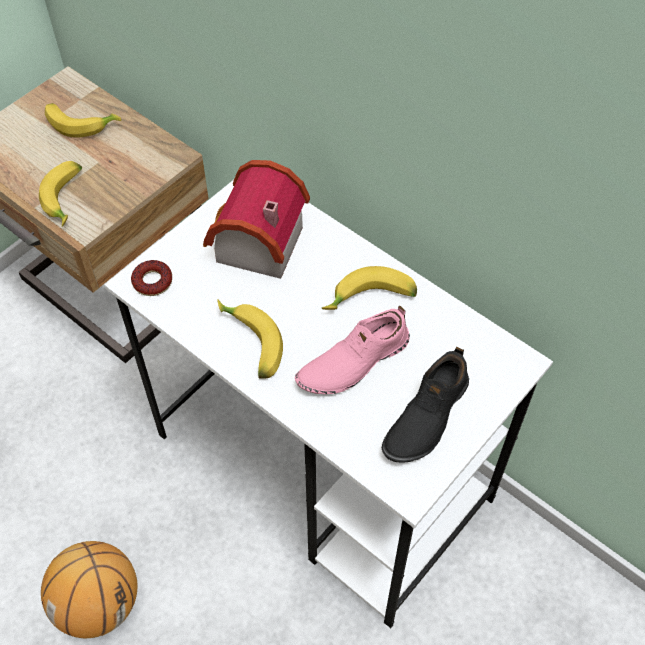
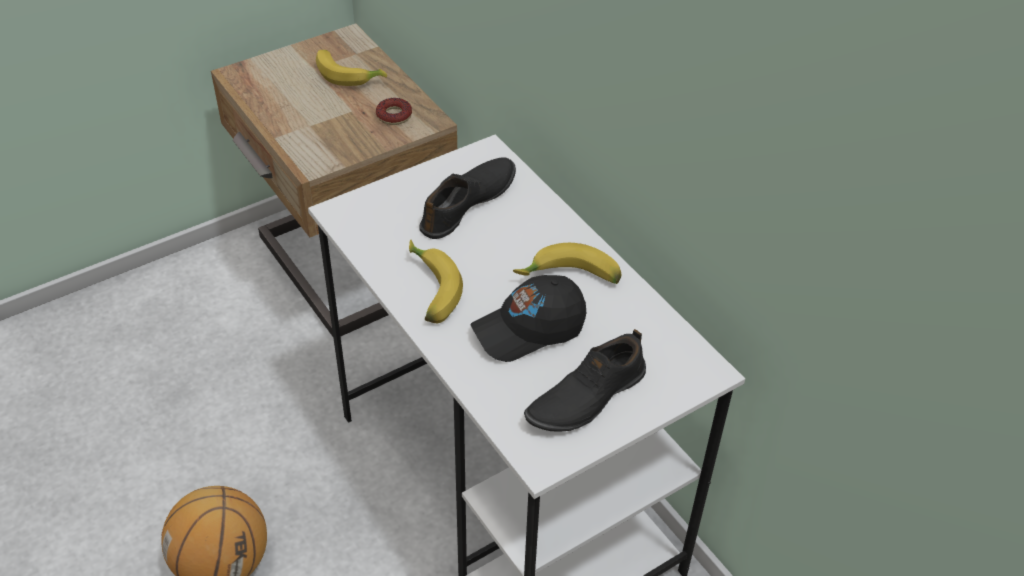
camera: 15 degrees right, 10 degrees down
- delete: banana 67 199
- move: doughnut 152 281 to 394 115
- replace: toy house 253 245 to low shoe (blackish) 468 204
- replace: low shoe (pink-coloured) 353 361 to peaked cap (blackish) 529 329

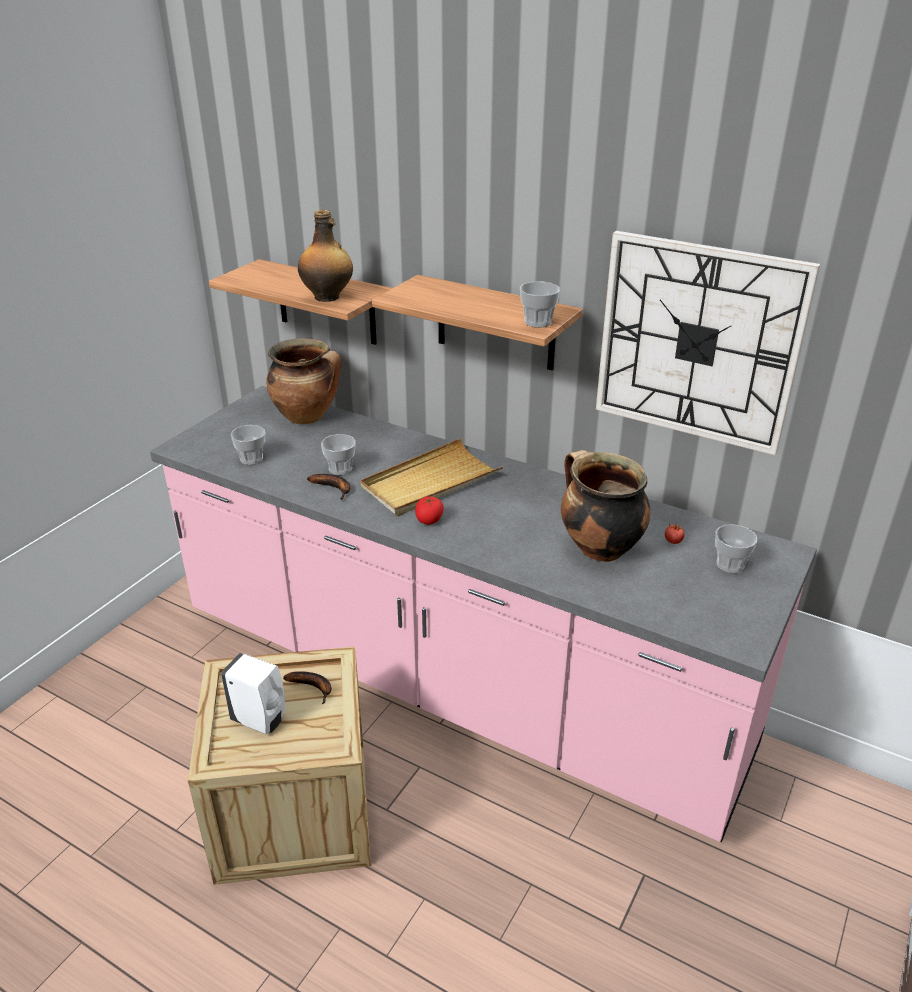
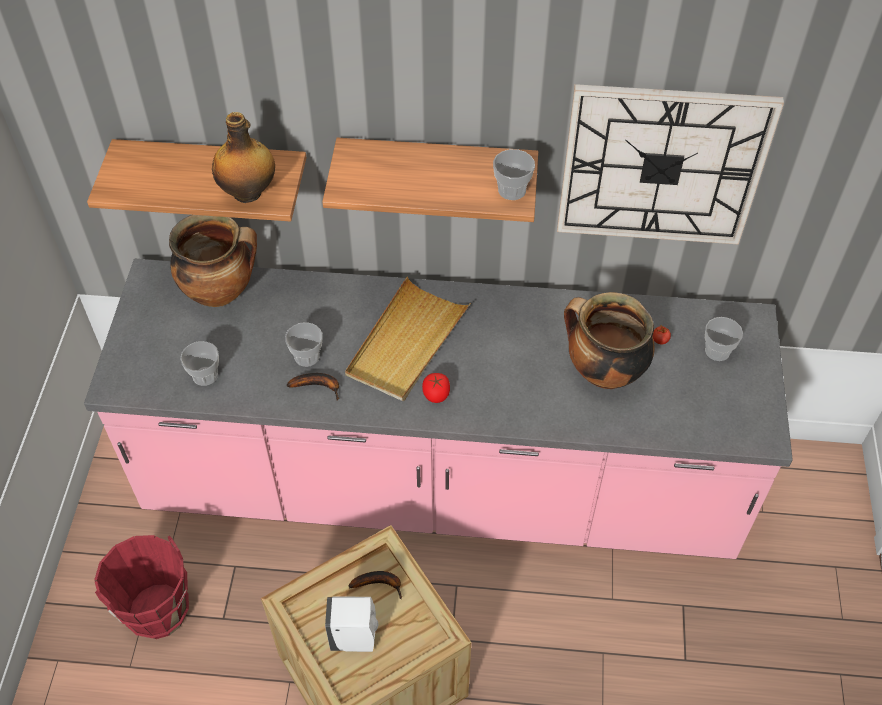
camera: 25 degrees left, 20 degrees up
- insert: water bucket (red-coloured) 158 611

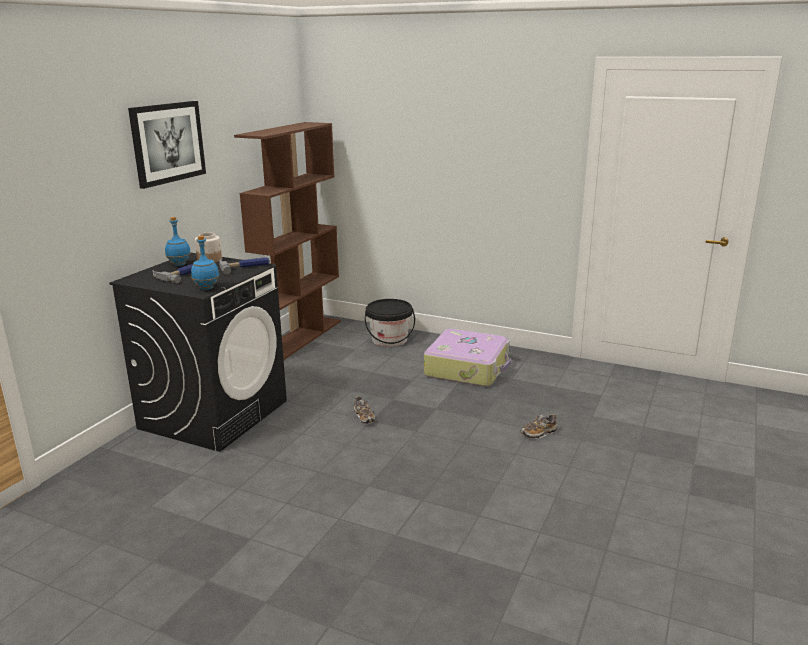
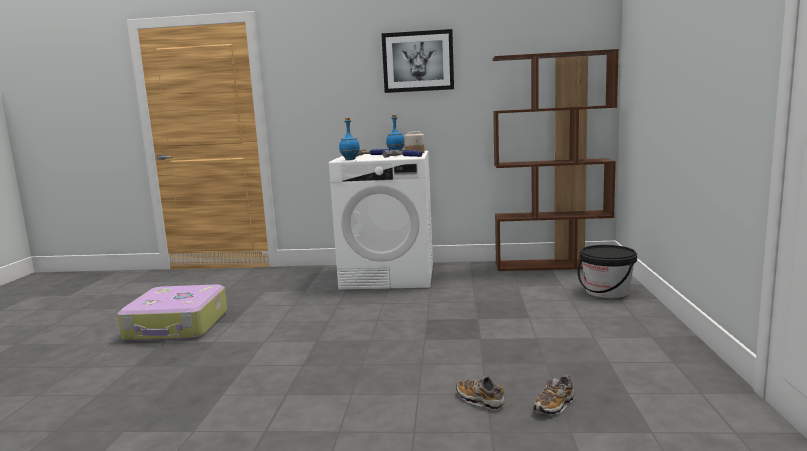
camera: 70 degrees right, 10 degrees down
- move: low shoe 364 417 to 554 406
- move: travel case 467 368 to 177 326
- recolor: laundry machine (blackish) 214 414 to laundry machine (white-coloured) 389 276

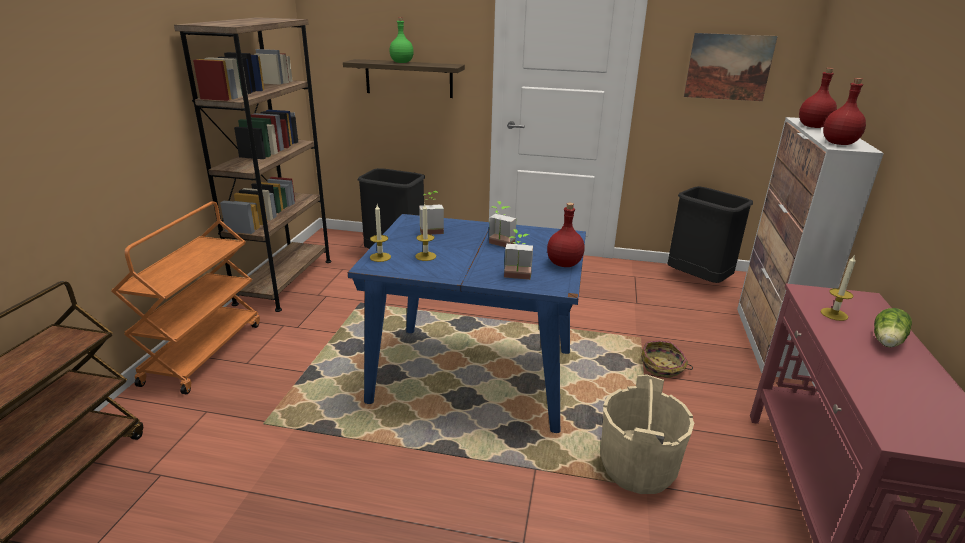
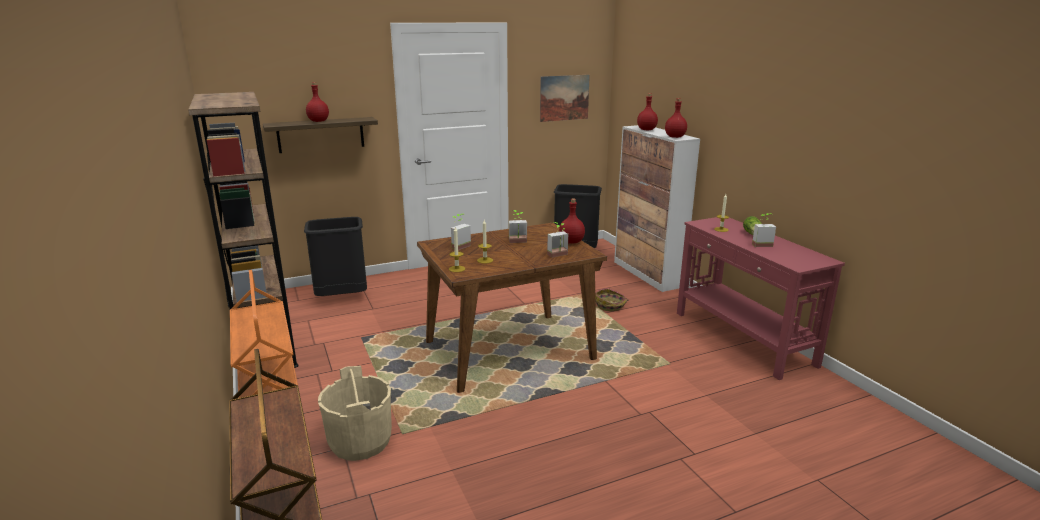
camera: 35 degrees left, 5 degrees down
- insert: plant in a pot 760 244
- move: water bucket (sand-coloured) 638 467 to 360 441
- recolor: dinner table (bluish) 475 376 to dinner table (brown) 510 350
- recolor: beverage bottle (green) 402 62 to beverage bottle (red-coloured) 319 121

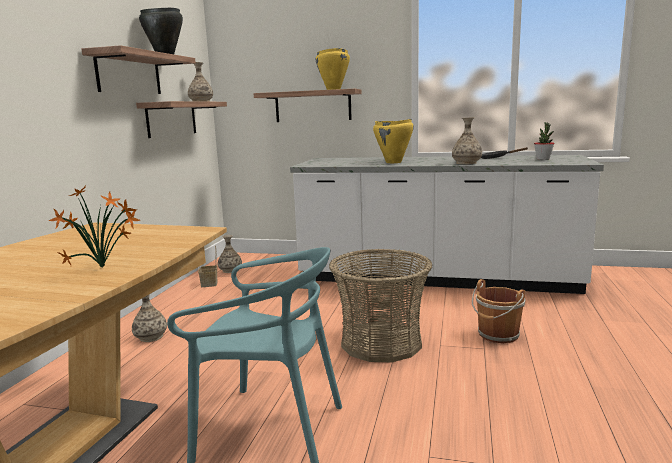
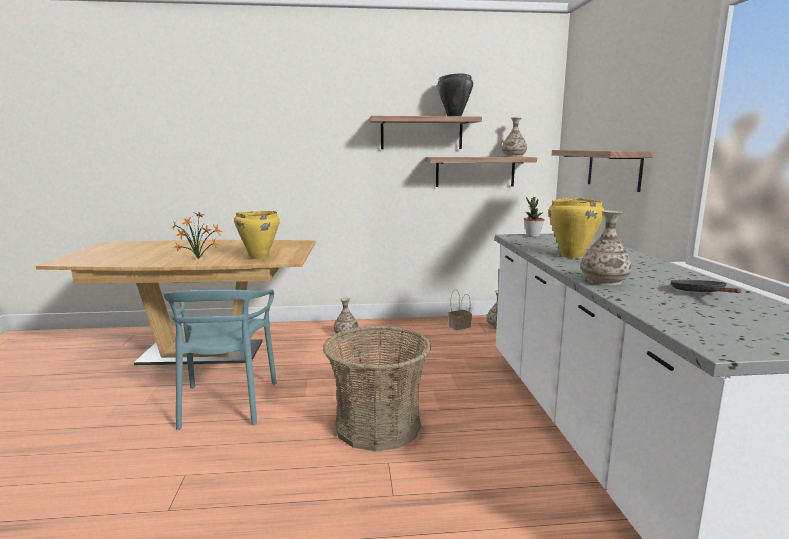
camera: 70 degrees right, 0 degrees up
- delete: water bucket (brown) 497 335
- move: saucepot (yellow) 333 89 to 258 257
- move: plant in a pot 543 159 to 532 236

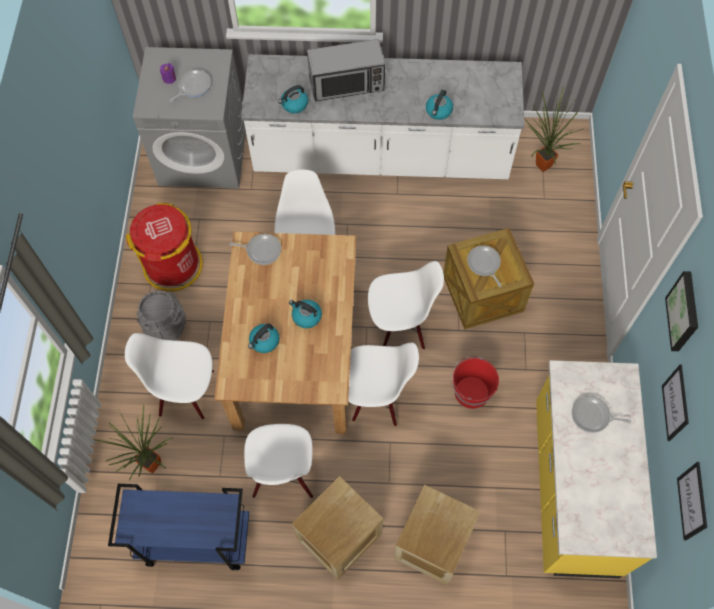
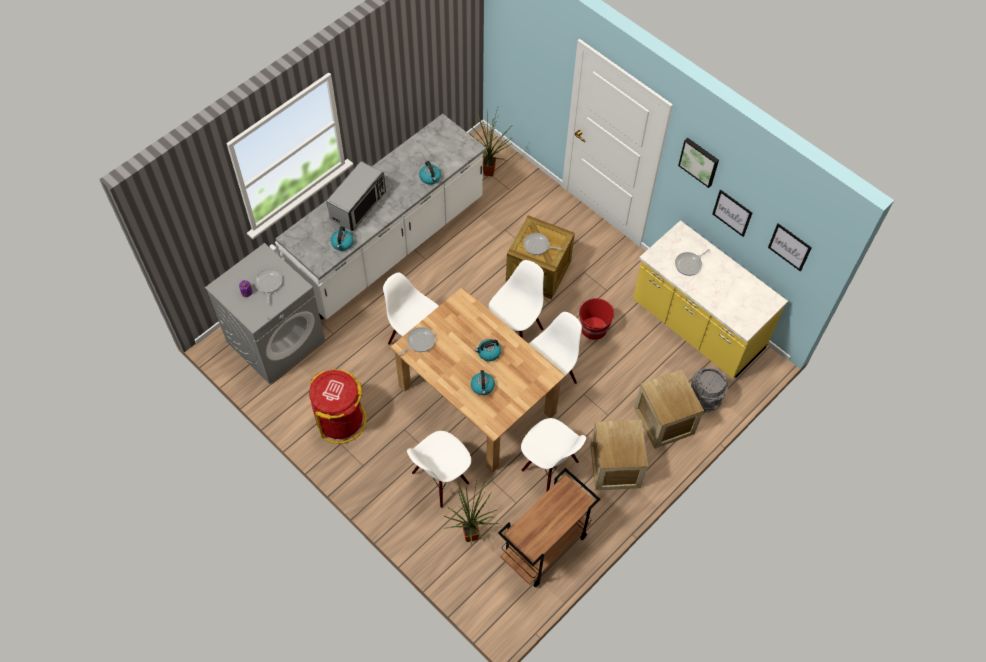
camera: 50 degrees left, 5 degrees down
- move: water bucket (greyish) 166 327 to 704 399
- recolor: cart (bluish) 194 540 to cart (brown) 544 548

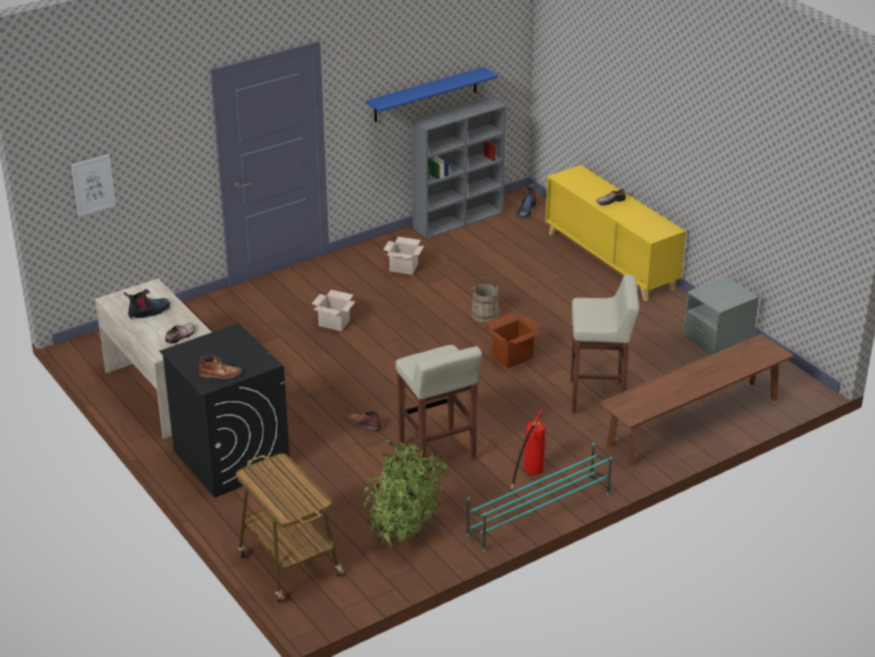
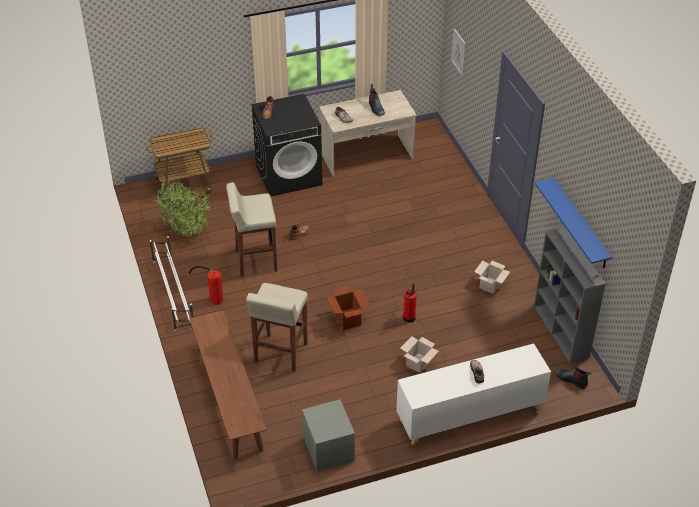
camera: 105 degrees right, 10 degrees up
- move: cardboard box 335 323 to 418 363
- replace: water bucket (sand-coloured) 485 315 to extinguisher 409 317
- recolor: shoe shelf (turquoise-coloured) 538 514 to shoe shelf (white-coloured) 173 292
- recolor: storage cabinet (yellow) 610 261 to storage cabinet (white-coloured) 469 414

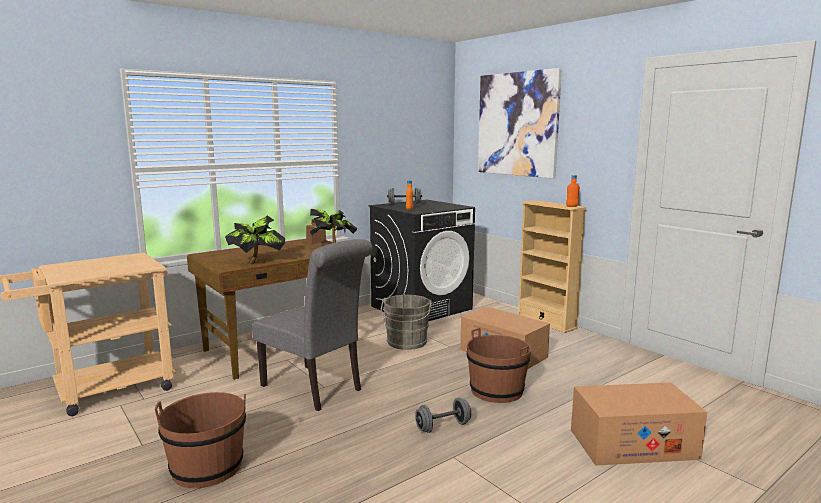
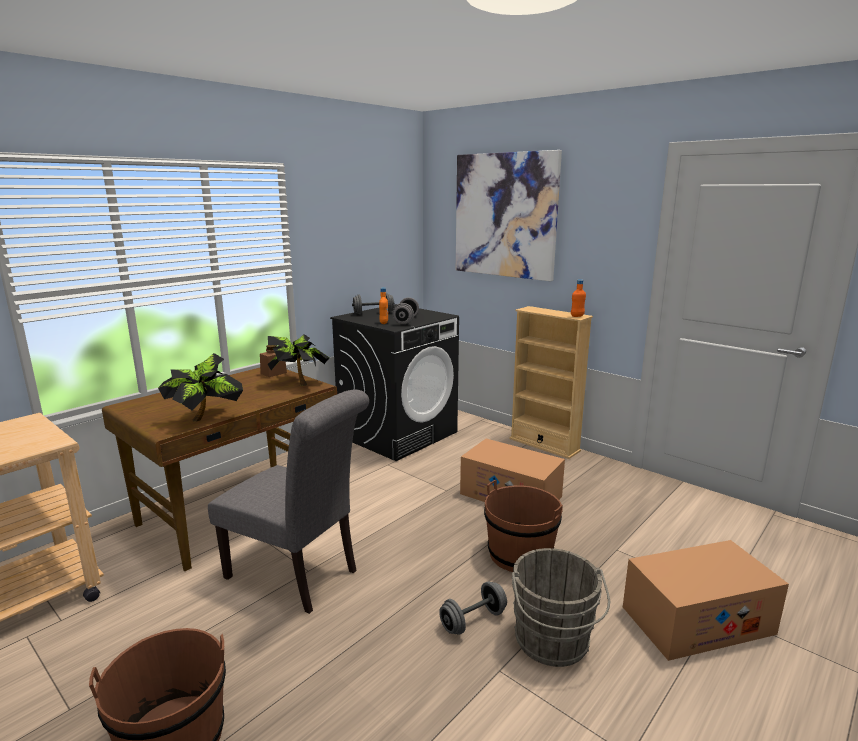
camera: 10 degrees left, 5 degrees up
- insert: free weight (greyish) 406 320
- move: water bucket (greyish) 406 343 to 552 643

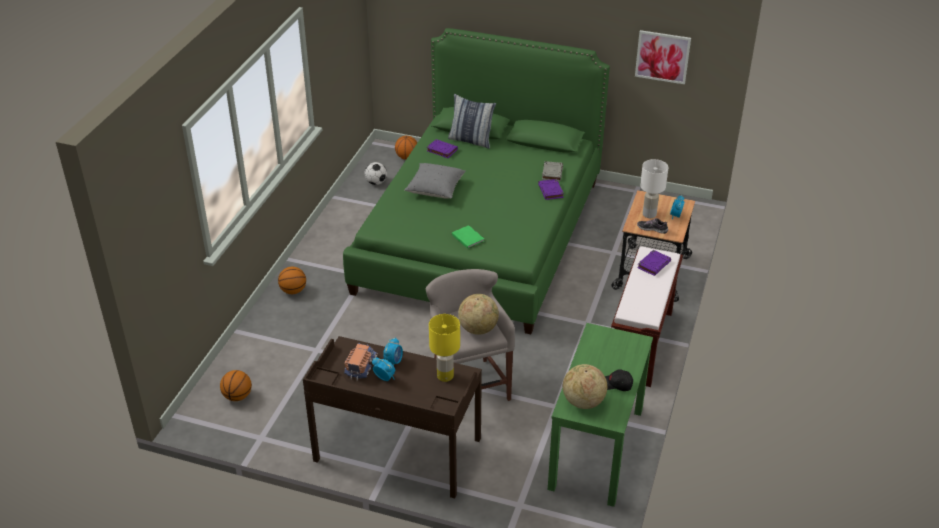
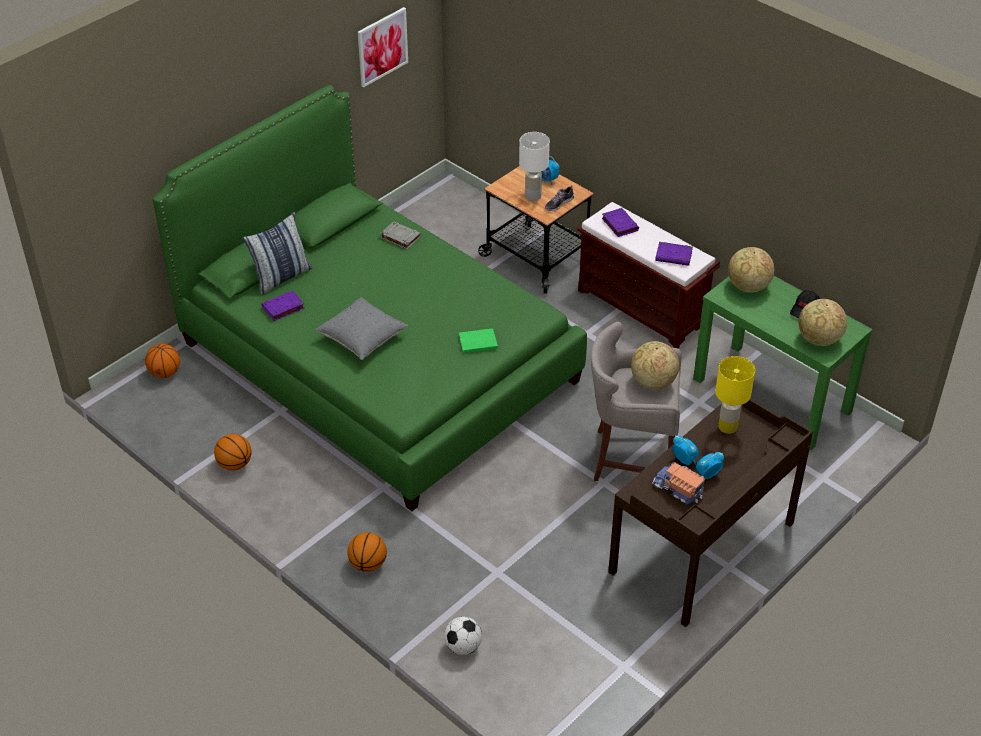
camera: 65 degrees left, 5 degrees up
- insert: desk globe 748 287
- move: basketball 238 396 to 235 464
- move: ball for football 376 182 to 463 646
- move: bound book (purple) 551 191 to 674 256

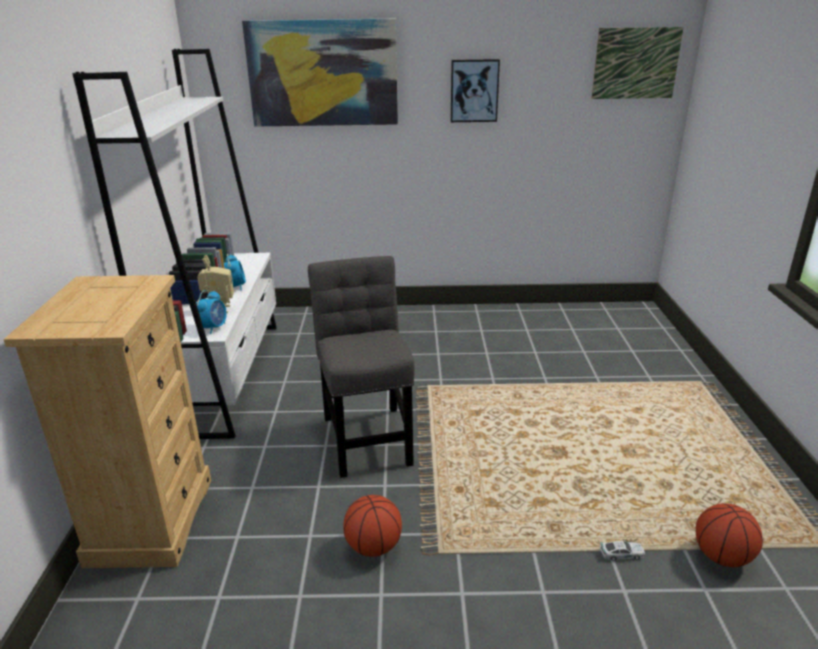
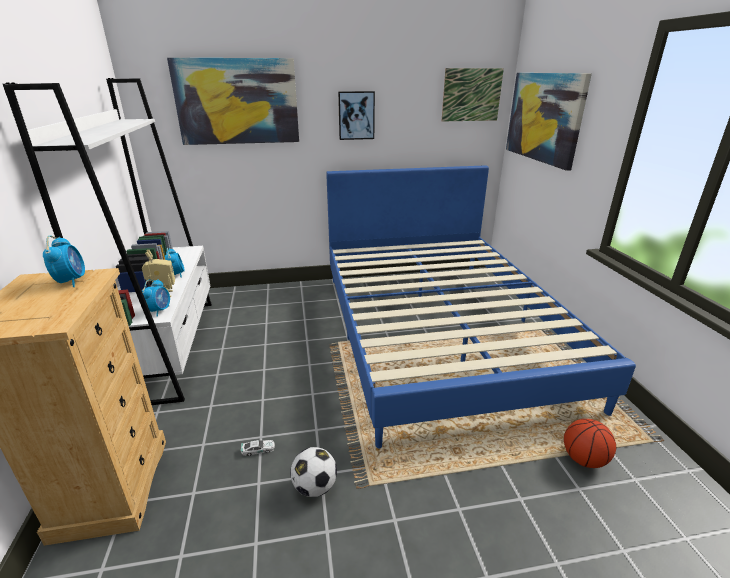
camera: 10 degrees left, 0 degrees up
- delete: plain chair (greyish) 367 436
- insert: table clock 71 281
- insert: bed (bluish) 439 331
- insert: picture 544 117
- move: model car 621 553 to 258 449
- replace: basketball 374 547 to ball for football 315 487

